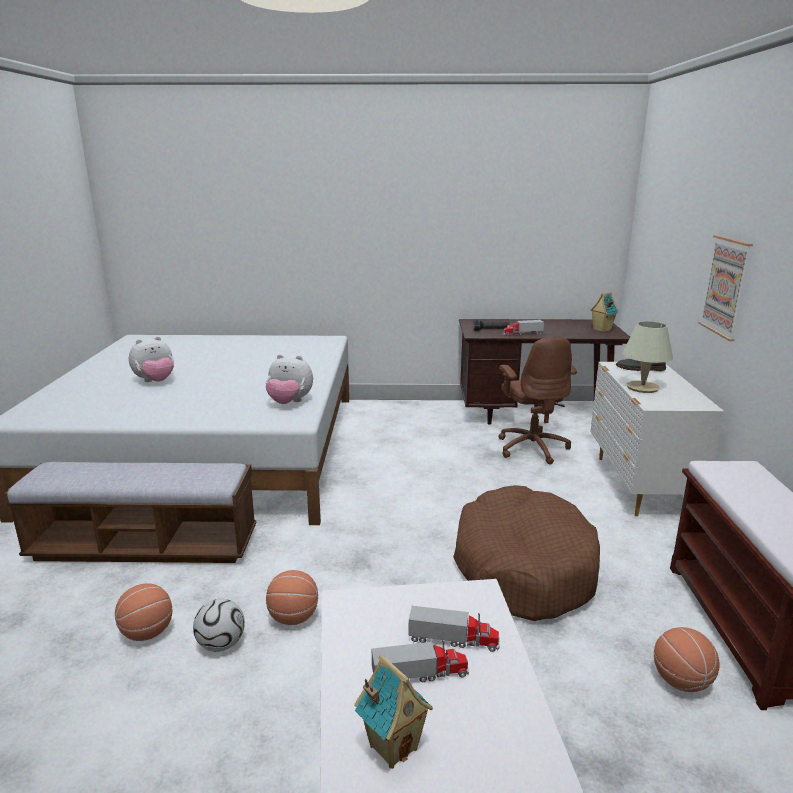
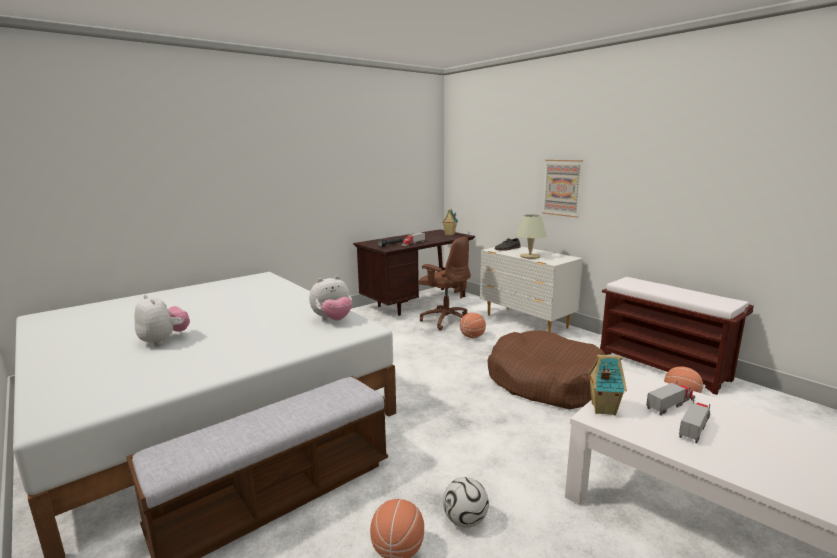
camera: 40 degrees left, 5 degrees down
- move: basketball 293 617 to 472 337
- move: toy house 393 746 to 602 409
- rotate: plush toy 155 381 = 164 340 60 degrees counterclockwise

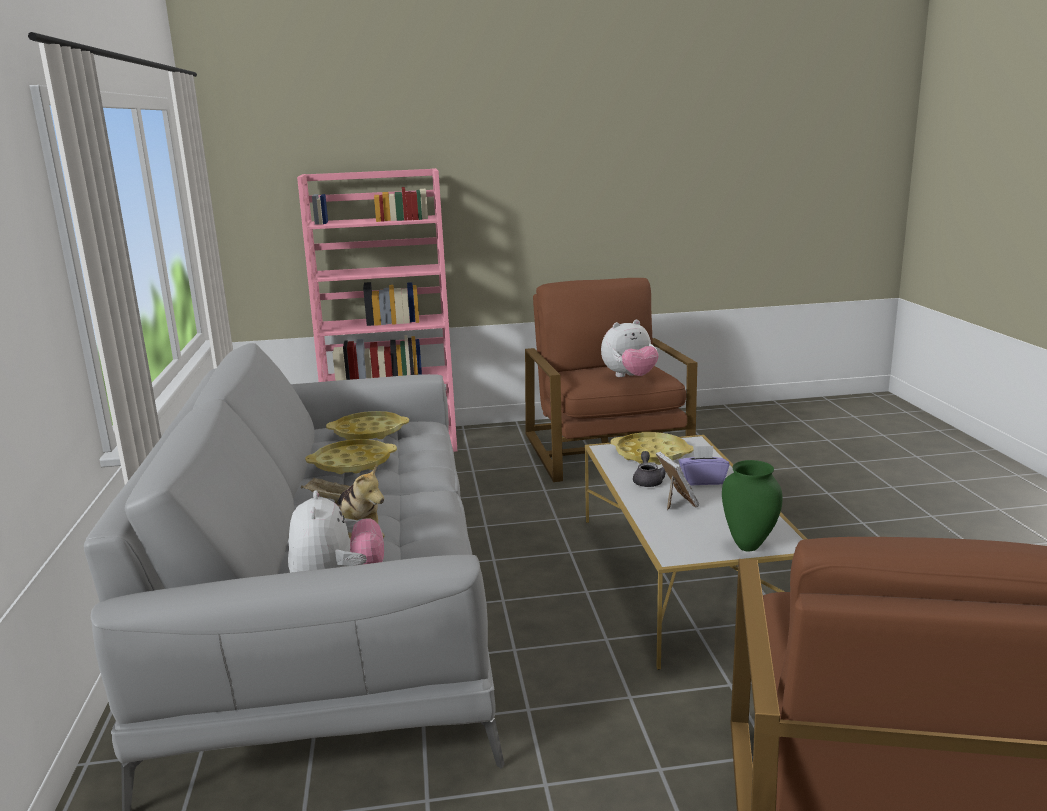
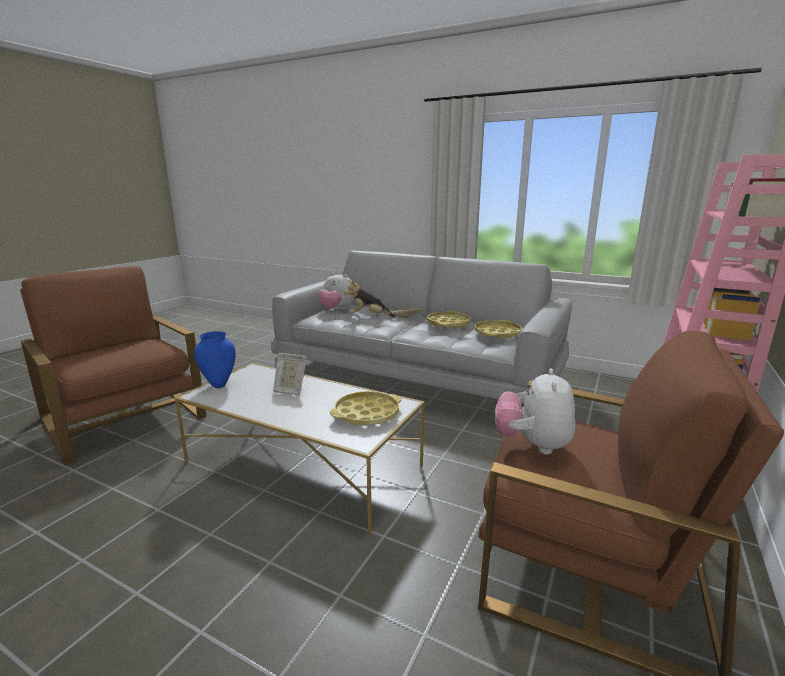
camera: 125 degrees right, 0 degrees up
- delete: tea pot (greyish) 648 481
- delete: tissue holder (purple) 702 480
- recolor: vase (green) 749 546 to vase (bluish) 219 385

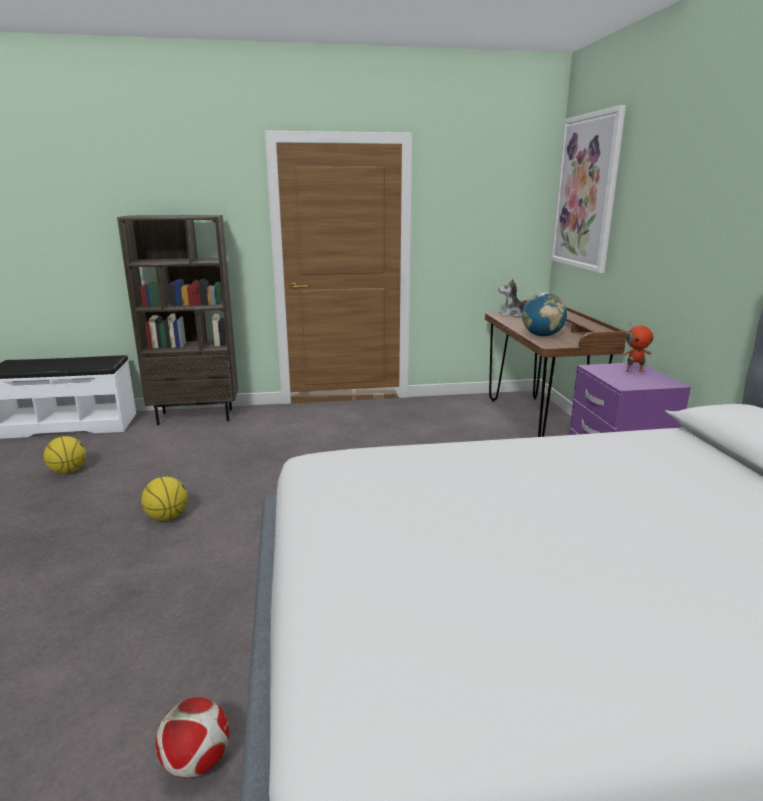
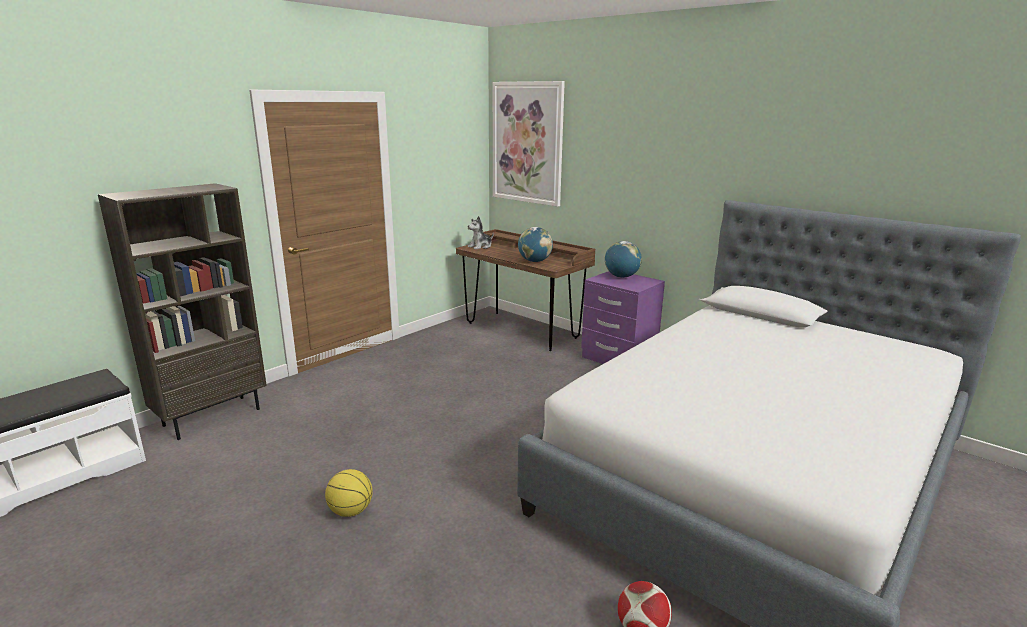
camera: 40 degrees left, 0 degrees up
- delete: basketball 68 471
- replace: model robot 634 371 to desk globe 621 276

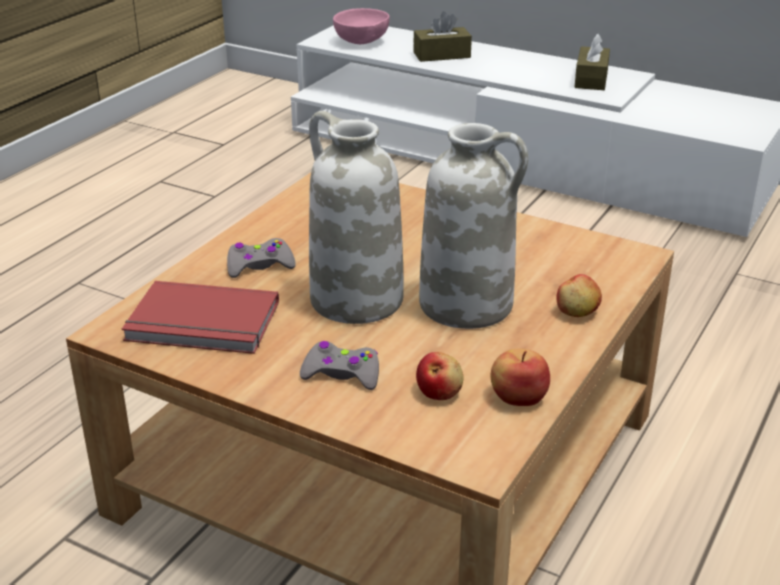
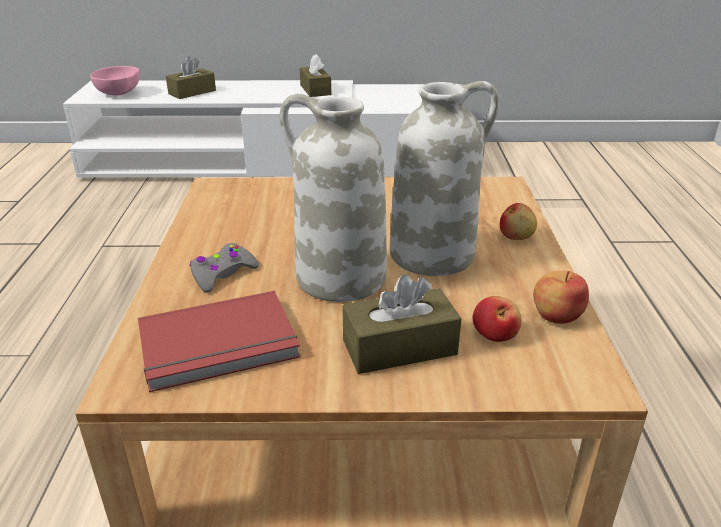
camera: 30 degrees left, 0 degrees up
- replace: gamepad (greyish) 342 374 to tissue holder (brown) 399 347

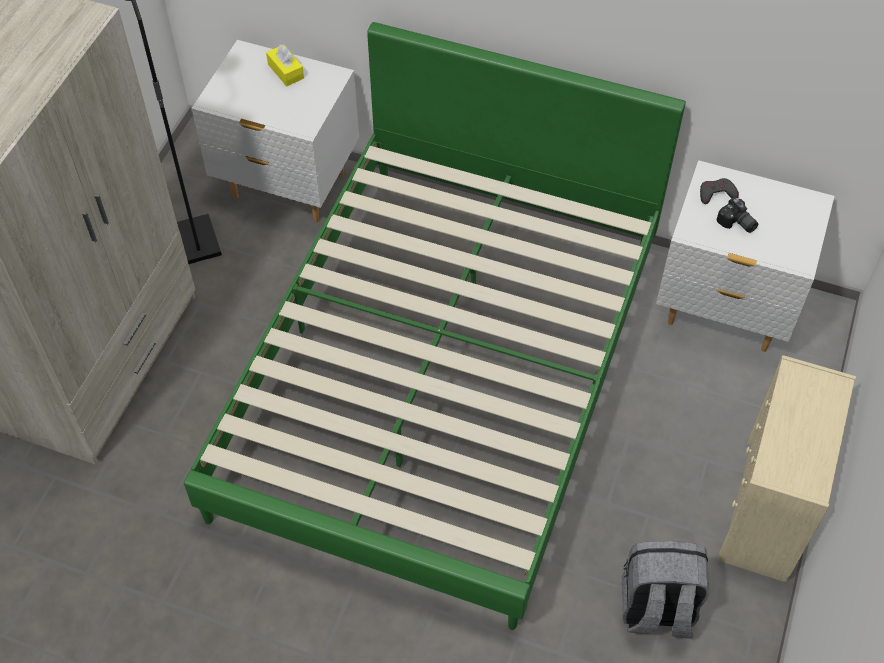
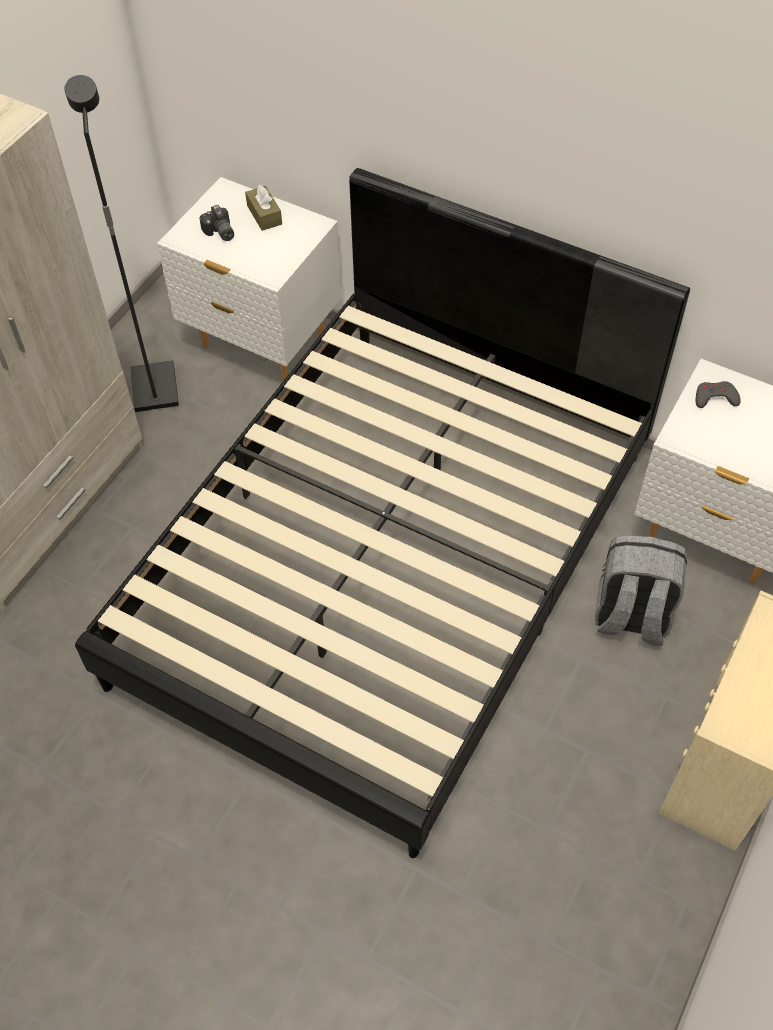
camera: 10 degrees right, 0 degrees up
- move: backpack (greyish) 656 609 to 631 616
- move: photo camera 736 224 to 219 233
- recolor: bed (green) 443 376 to bed (blackish) 389 564
- recolor: tissue holder (yellow) 285 71 to tissue holder (brown) 264 215

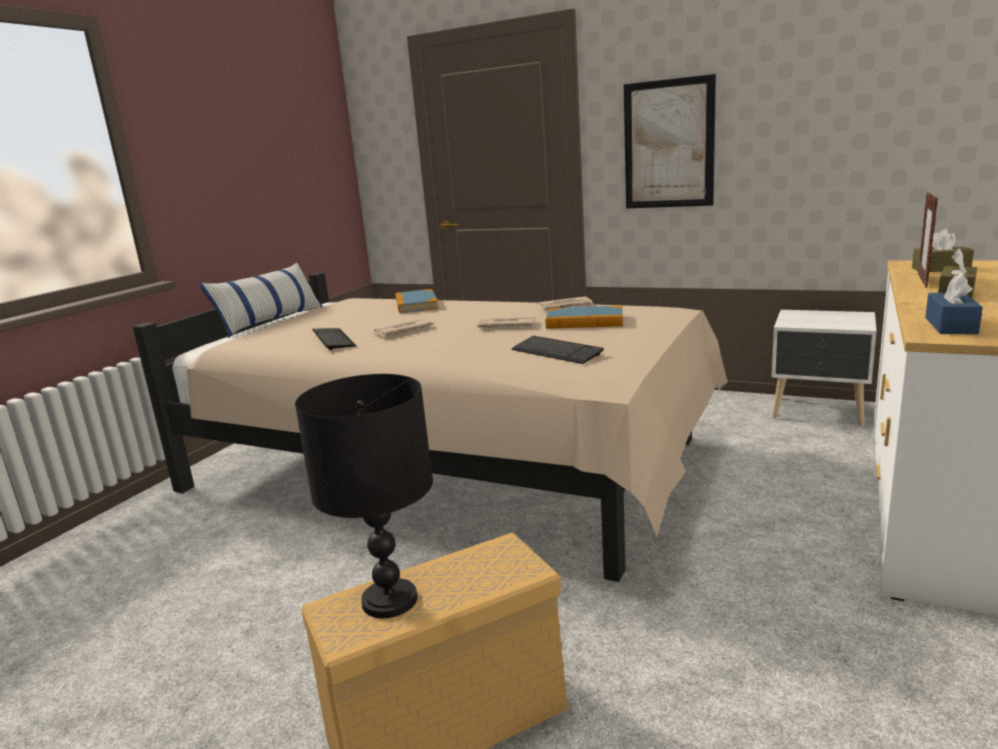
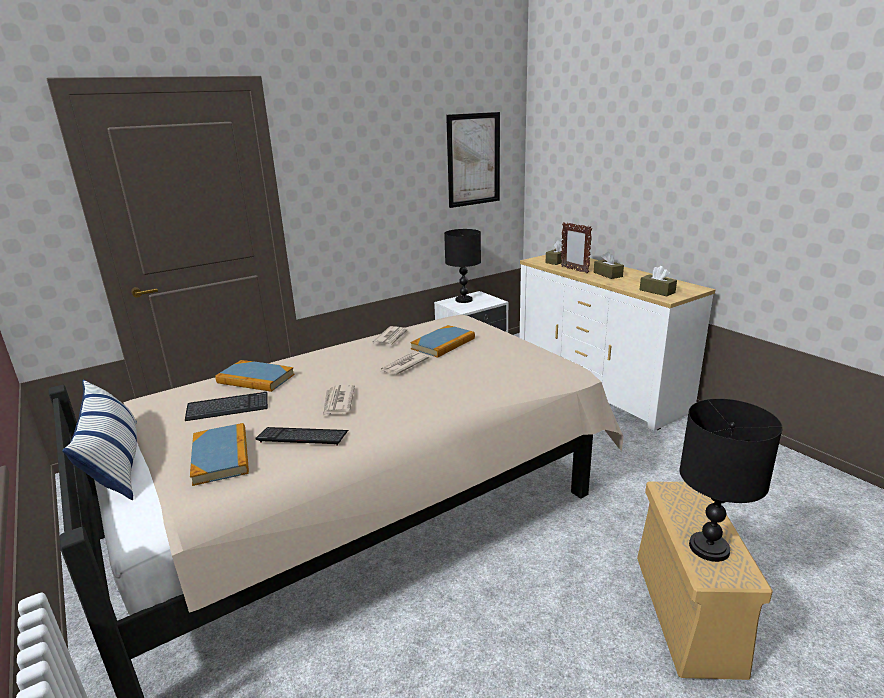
camera: 60 degrees left, 5 degrees up
- insert: bound book 221 456
- insert: lamp for a table (blackish) 463 300
- move: computer keyboard 556 352 to 228 408
- move: picture 668 144 to 473 159
- recolor: tissue holder (bluish) 950 325 to tissue holder (brown) 657 291

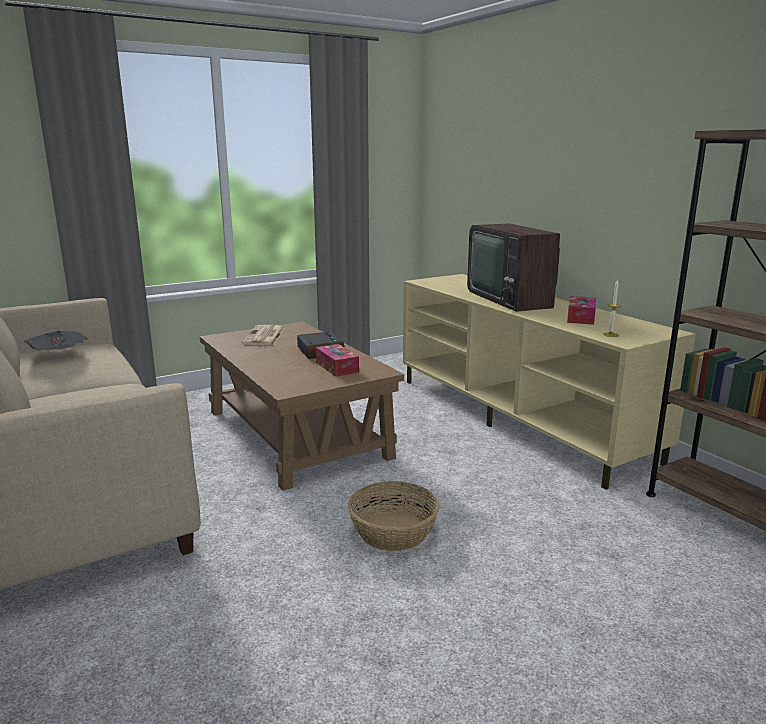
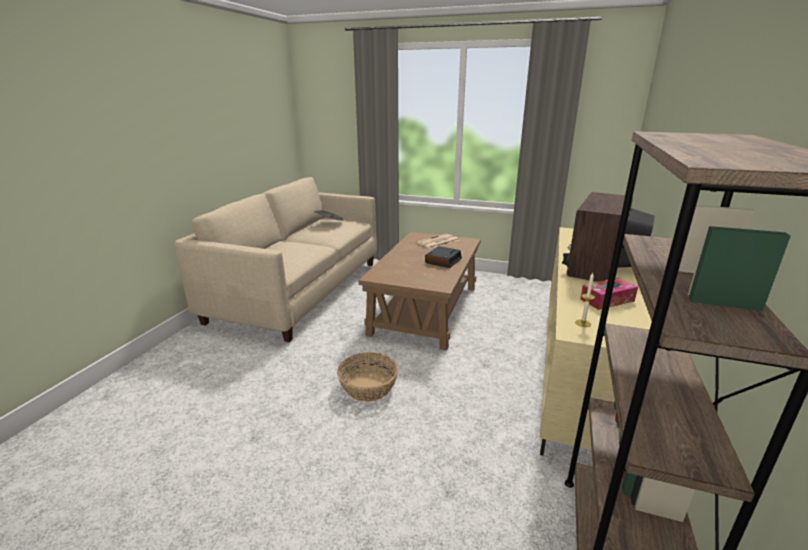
camera: 50 degrees right, 5 degrees up
- delete: tissue holder 337 367

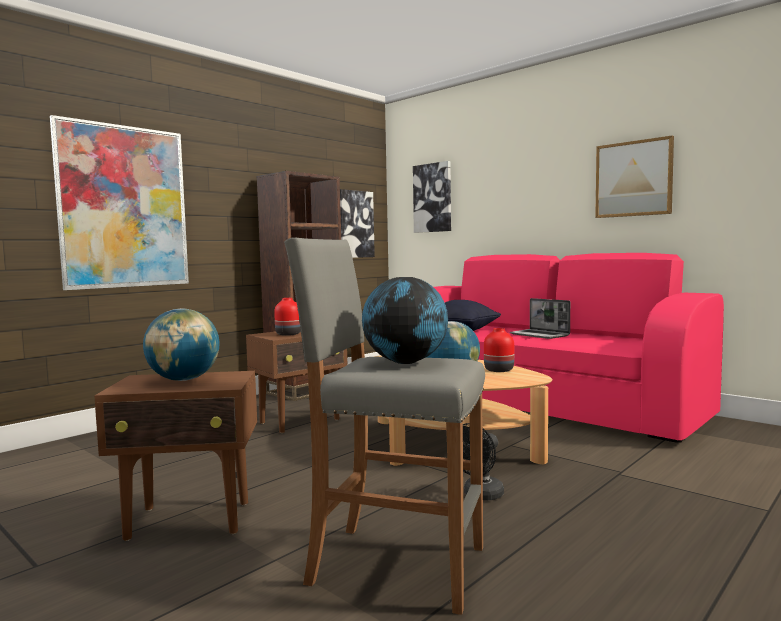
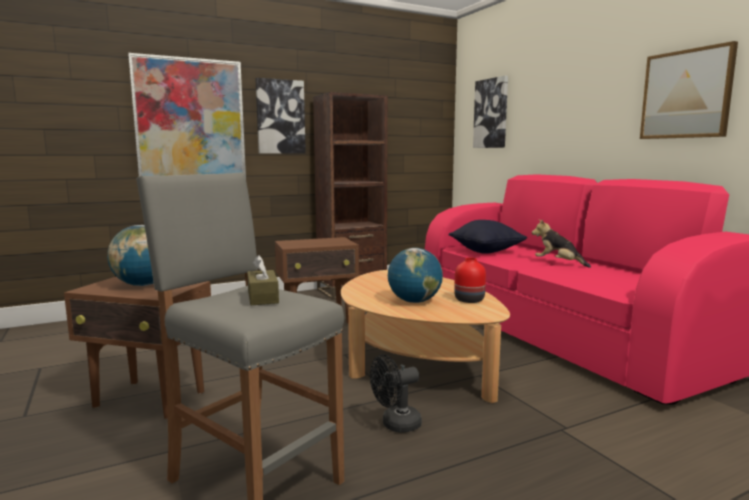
camera: 20 degrees right, 5 degrees up
- delete: vase (red-coloured) 287 334
- move: picture 355 224 to 280 117
- replace: desk globe 406 362 to tissue holder (brown) 263 297
- replace: portable computer 540 335 to plush toy 558 263

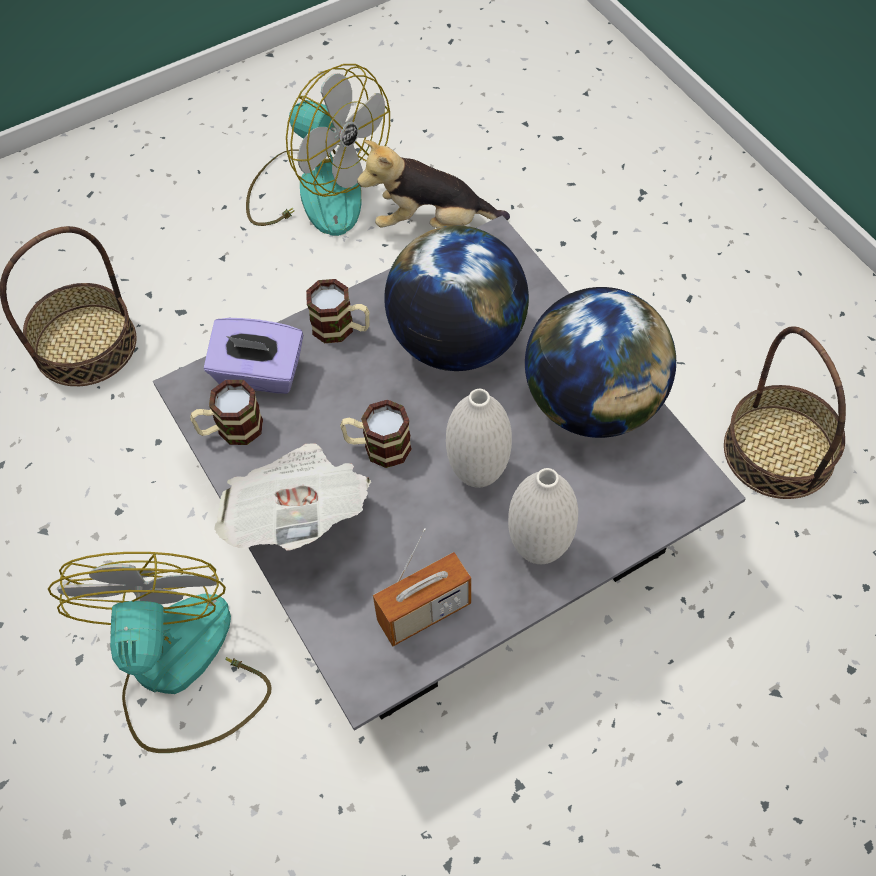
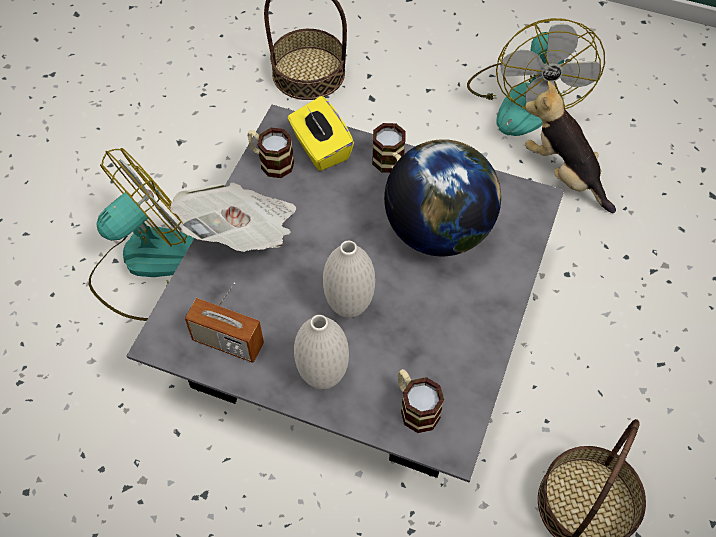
camera: 50 degrees right, 0 degrees up
- delete: desk globe 593 404
- move: tea mug 377 447 to 415 407
- recolor: tissue holder (purple) 259 374 to tissue holder (yellow) 320 148

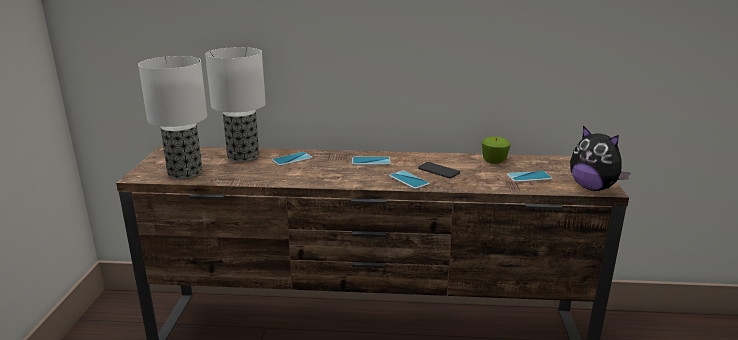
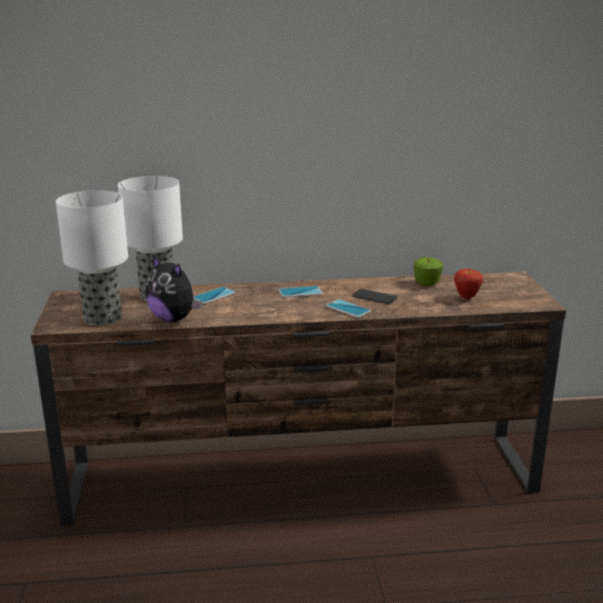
camera: 10 degrees left, 0 degrees up
- move: plush toy 593 188 to 174 319
- replace: phone 529 177 to apple fruit 466 297

